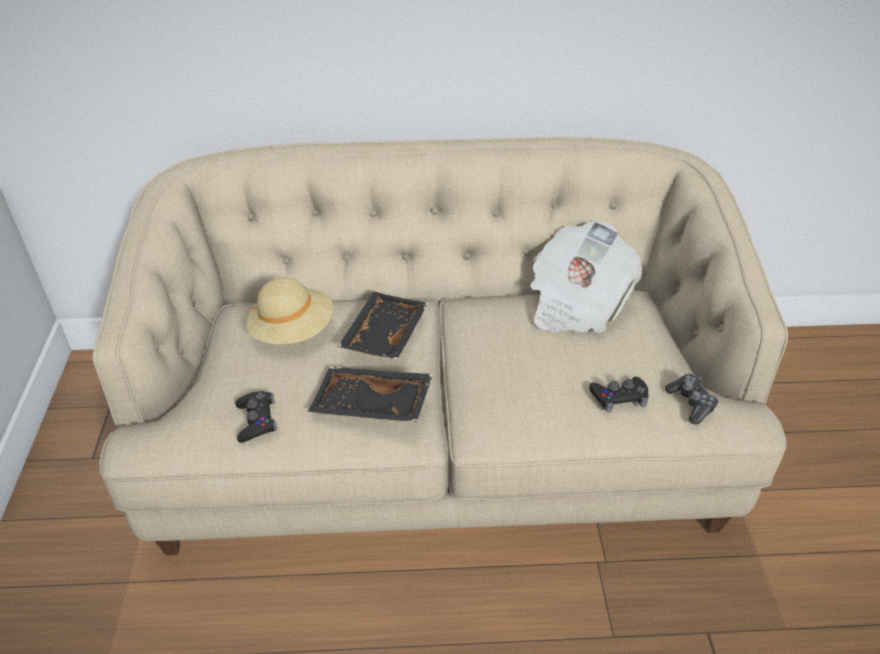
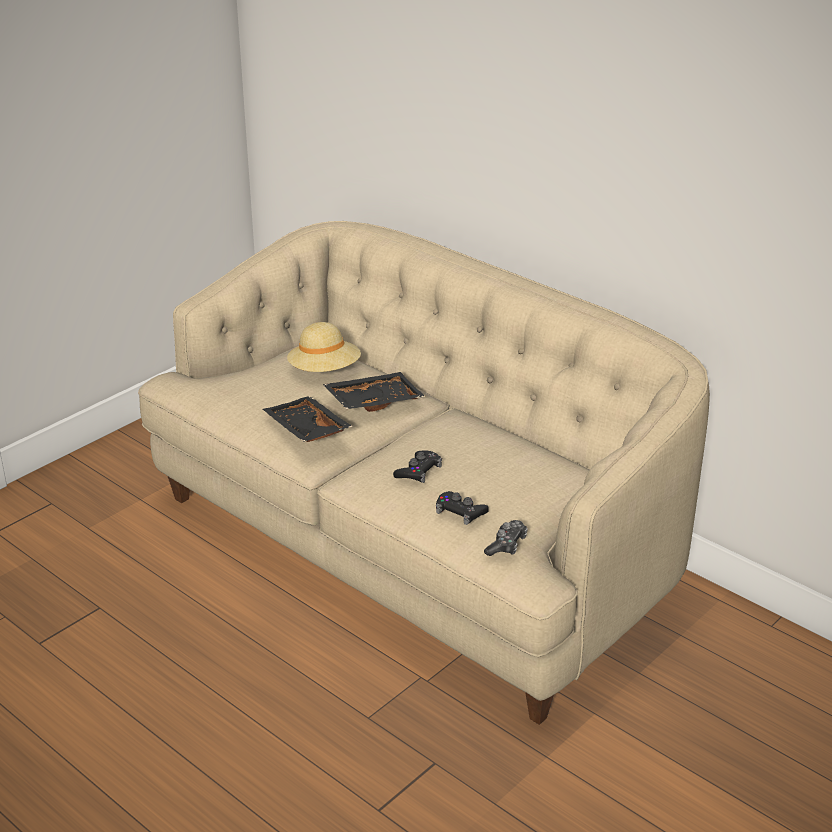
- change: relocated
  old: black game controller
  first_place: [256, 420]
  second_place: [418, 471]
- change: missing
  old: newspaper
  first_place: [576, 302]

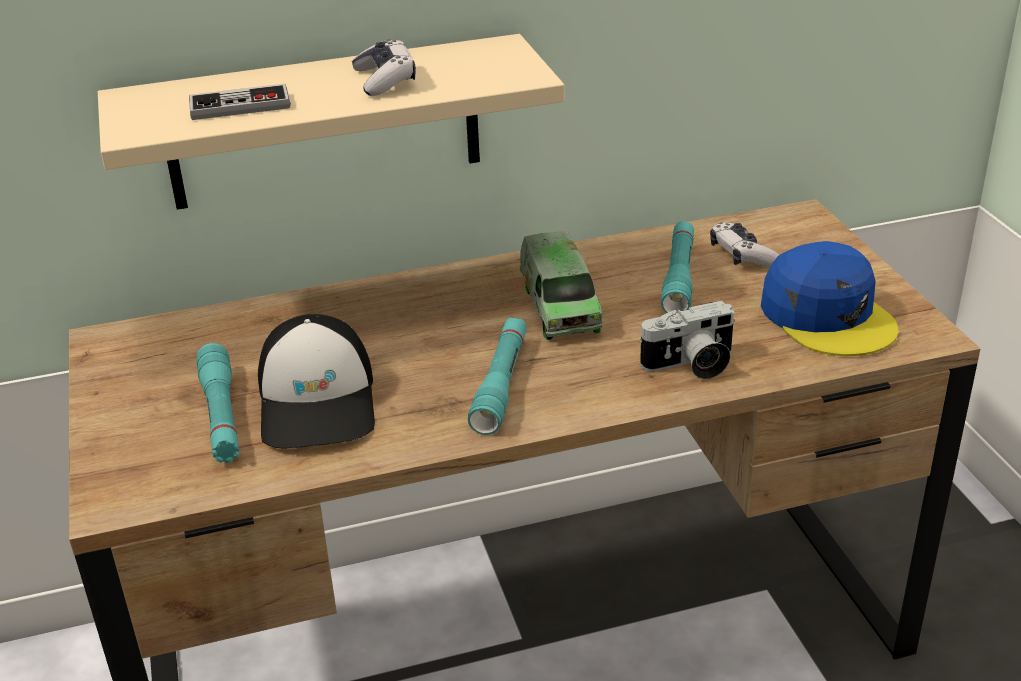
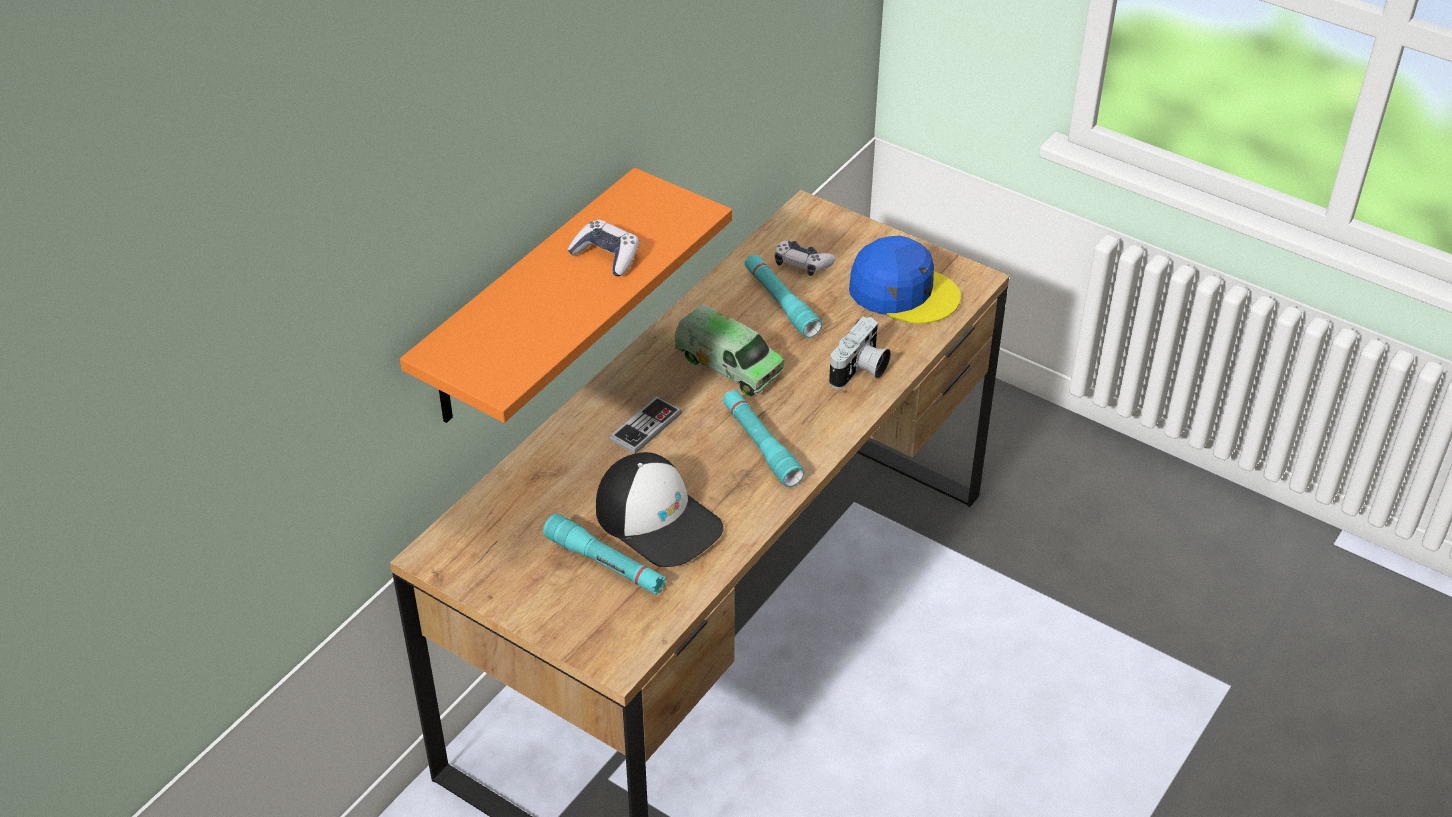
- change: colour
  old: beige shelf
  new: orange shelf
  first_place: [324, 123]
  second_place: [527, 301]
- change: relocated
  old: game controller
  first_place: [240, 106]
  second_place: [646, 427]

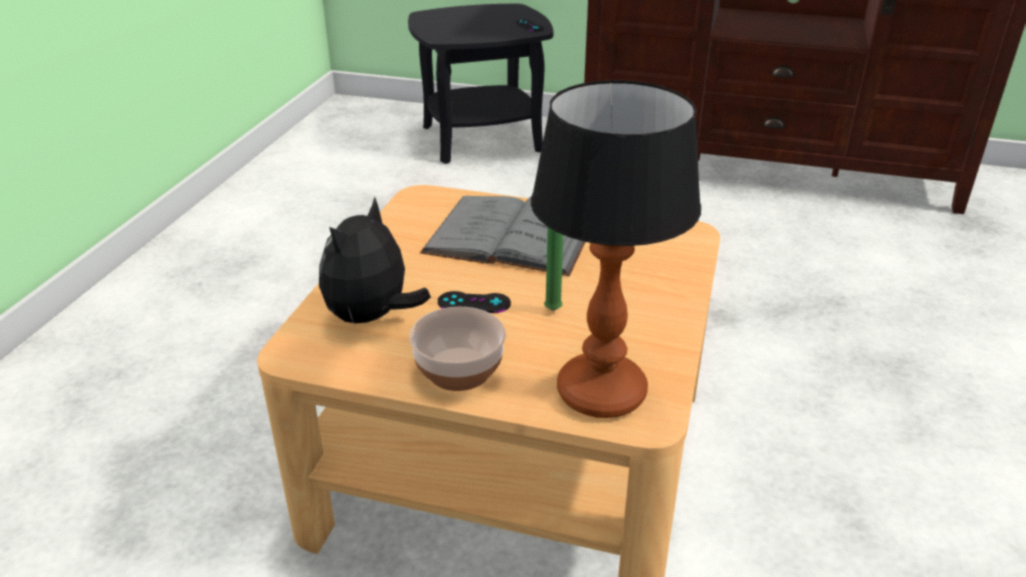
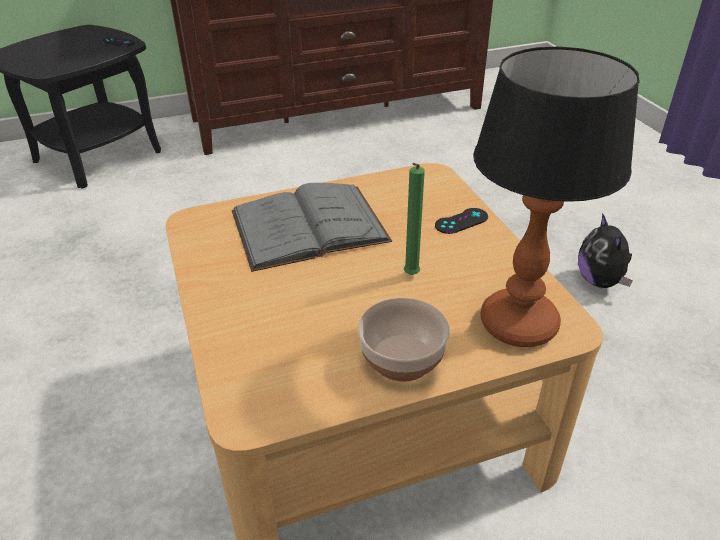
- change: relocated
  old: plush toy
  first_place: [372, 317]
  second_place: [600, 281]
- change: relocated
  old: black game controller
  first_place: [474, 303]
  second_place: [461, 221]

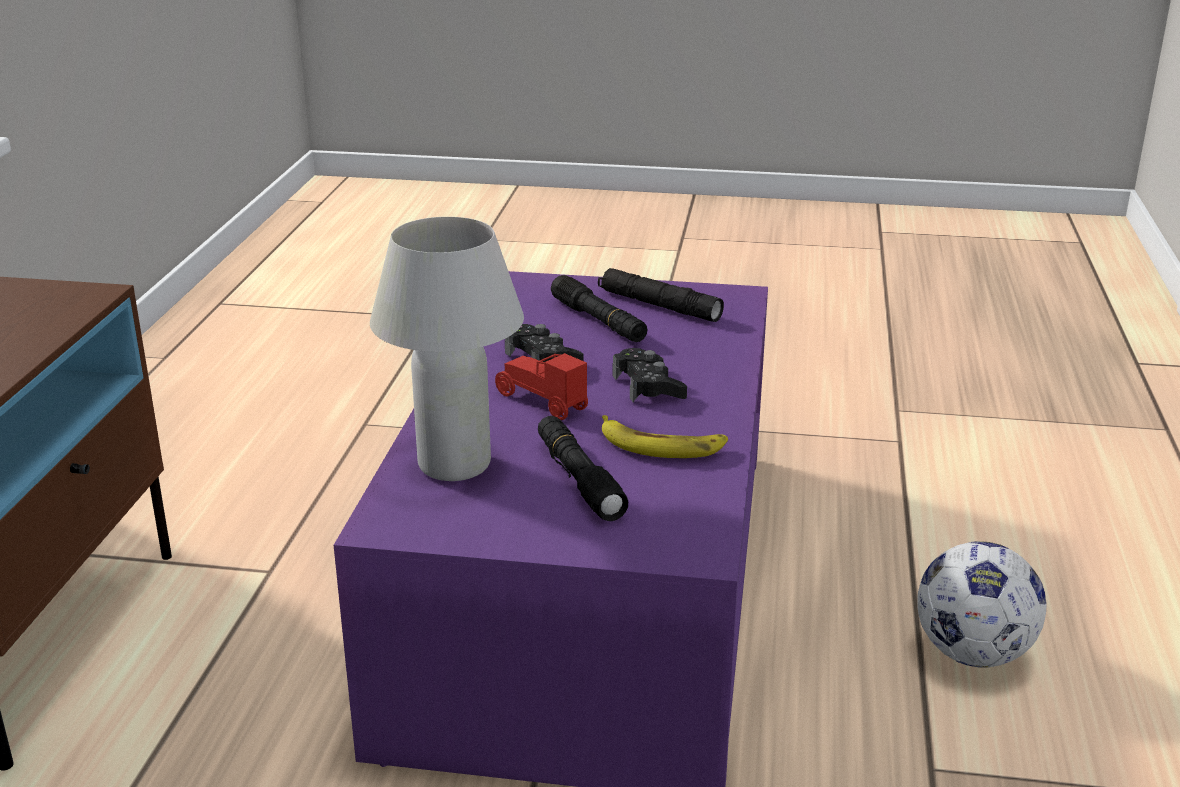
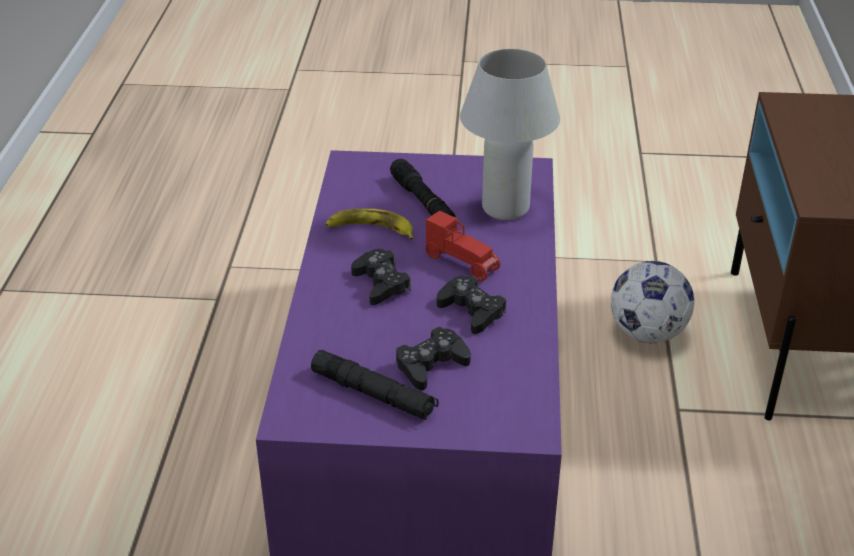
- change: exchanged
  old: black flashlight
  new: black game controller
  first_place: [598, 321]
  second_place: [431, 365]
- change: relocated
  old: football
  first_place: [972, 654]
  second_place: [647, 333]

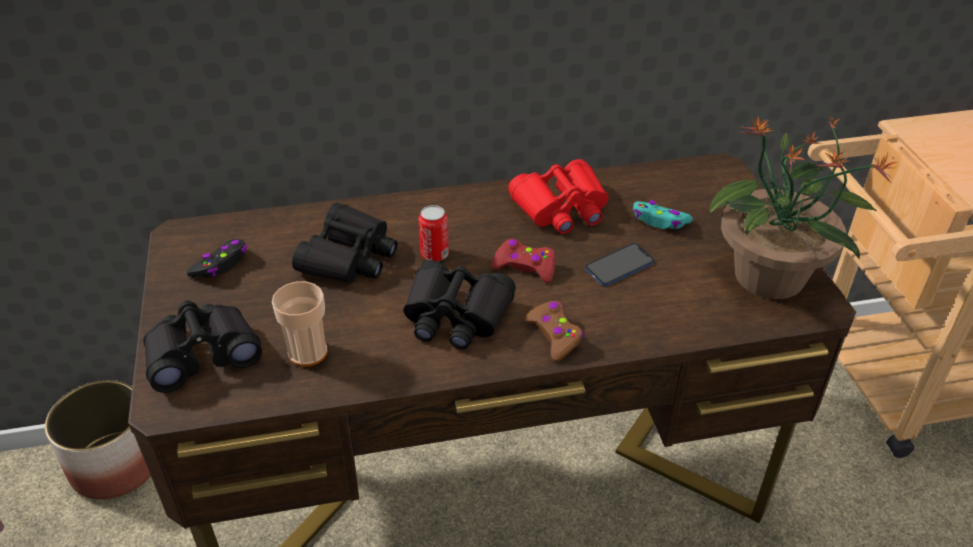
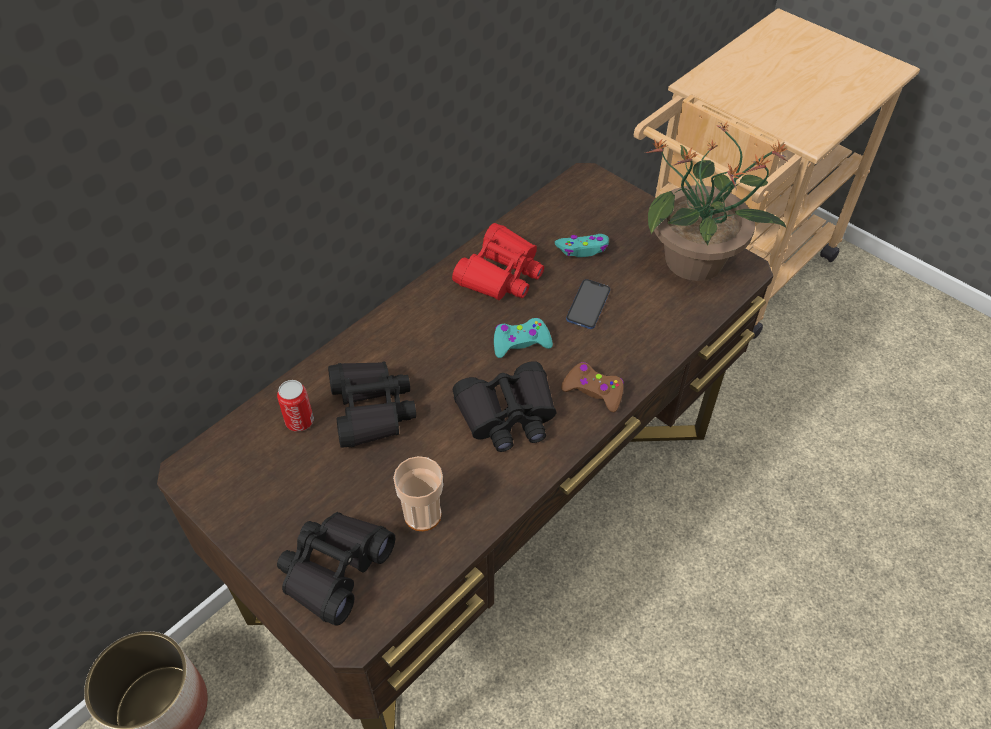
- change: missing
  old: black game controller
  first_place: [221, 265]
- change: relocated
  old: can
  first_place: [434, 254]
  second_place: [299, 421]
- change: colour
  old: red game controller
  new: turquoise game controller
  first_place: [525, 267]
  second_place: [520, 342]

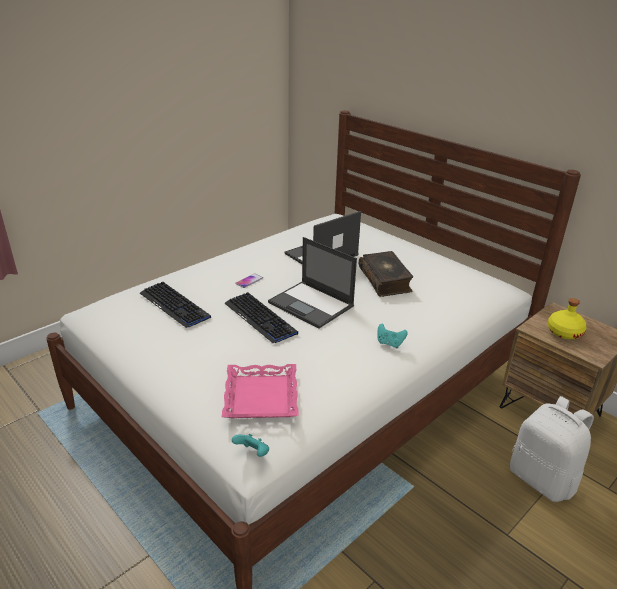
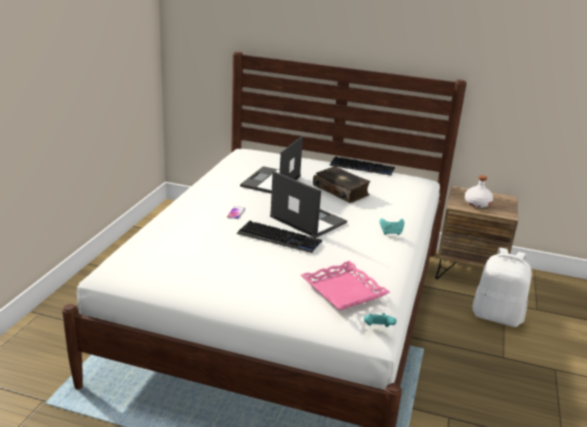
- change: relocated
  old: keyboard
  first_place: [174, 305]
  second_place: [362, 167]
- change: spun
  old: laptop
  first_place: [312, 304]
  second_place: [307, 219]
  degrees: -150
- change: colour
  old: yellow bottle
  new: white bottle
  first_place: [564, 332]
  second_place: [477, 203]

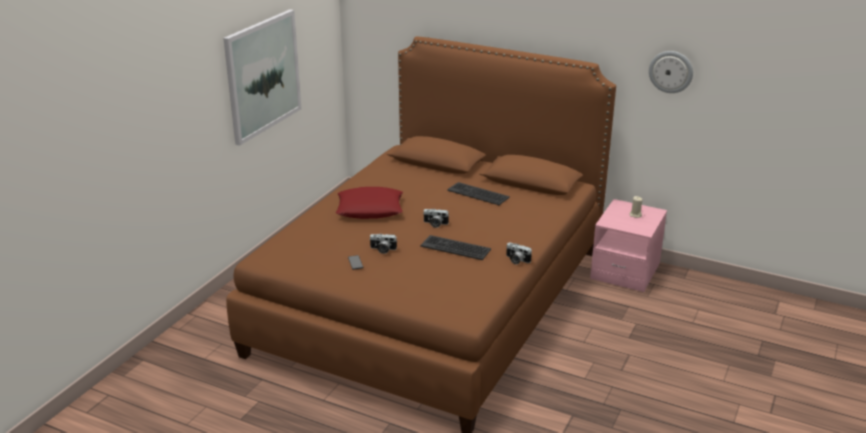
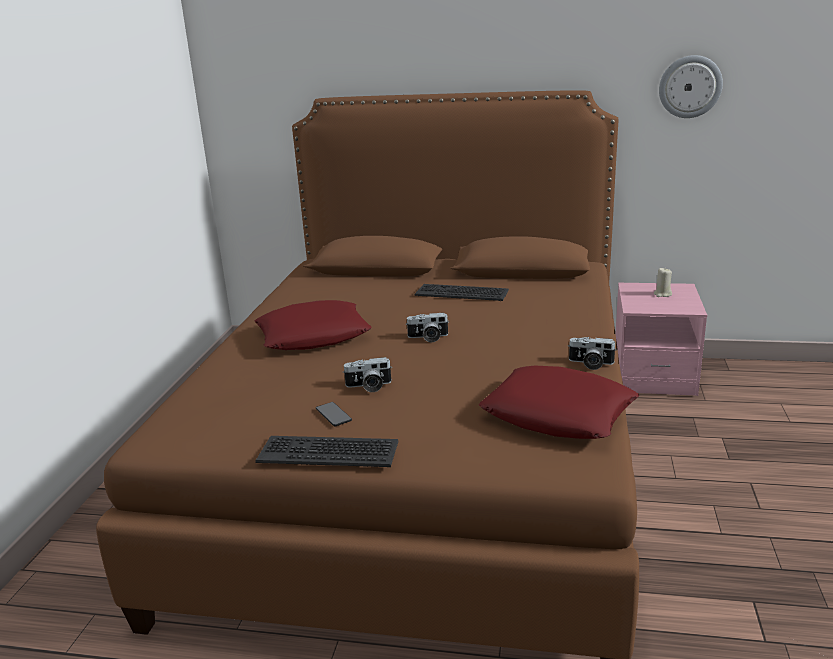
- change: missing
  old: picture
  first_place: [263, 75]
- change: relocated
  old: keyboard
  first_place: [455, 248]
  second_place: [328, 452]
- change: appeared
  new: red pillow
  second_place: [558, 414]

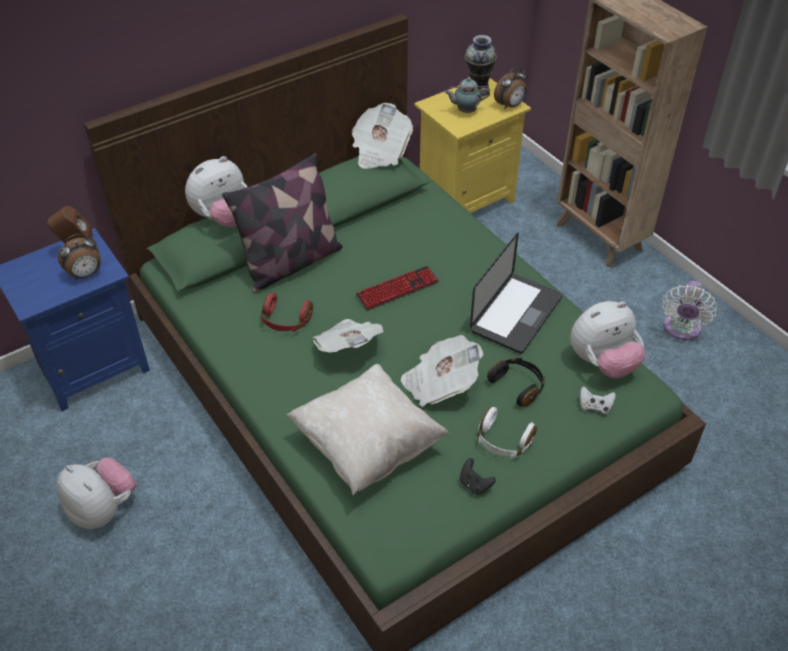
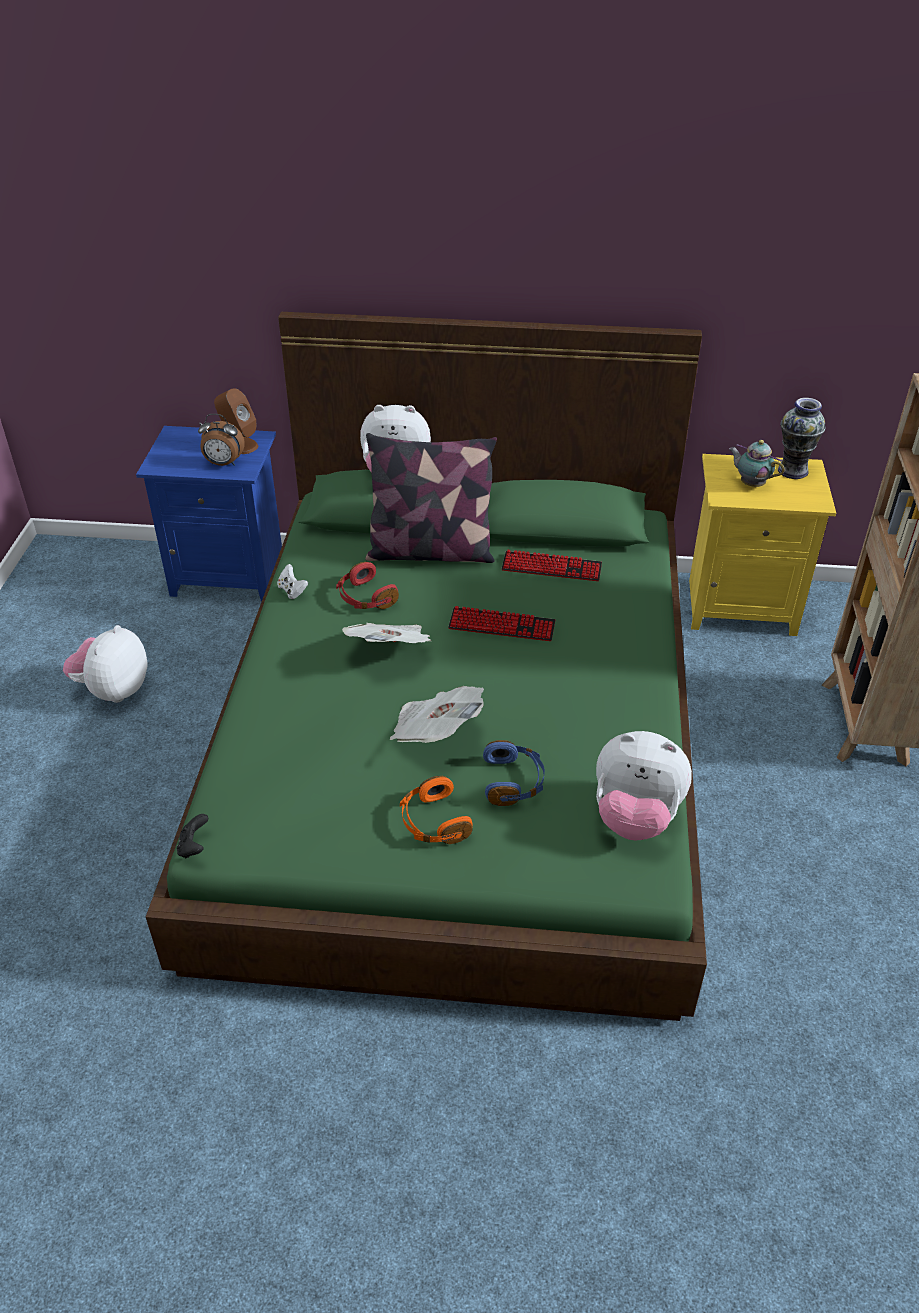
- change: spun
  old: plush toy
  first_place: [103, 509]
  second_place: [113, 690]
  degrees: -150
- change: missing
  old: beige pillow
  first_place: [367, 445]
- change: missing
  old: newspaper
  first_place: [380, 151]
- change: relocated
  old: black game controller
  first_place: [474, 484]
  second_place: [194, 847]
- change: missing
  old: laptop
  first_place: [516, 314]
- change: colour
  old: white headphones
  new: orange headphones
  first_place: [503, 441]
  second_place: [433, 822]
- change: colour
  old: black headphones
  new: blue headphones
  first_place: [518, 385]
  second_place: [513, 782]
- change: missing
  old: alarm clock
  first_place: [510, 105]
- change: relocated
  old: white game controller
  first_place: [595, 406]
  second_place: [292, 591]
- change: missing
  old: white fan
  first_place: [681, 329]
- change: appeared
  new: keyboard
  second_place: [551, 568]

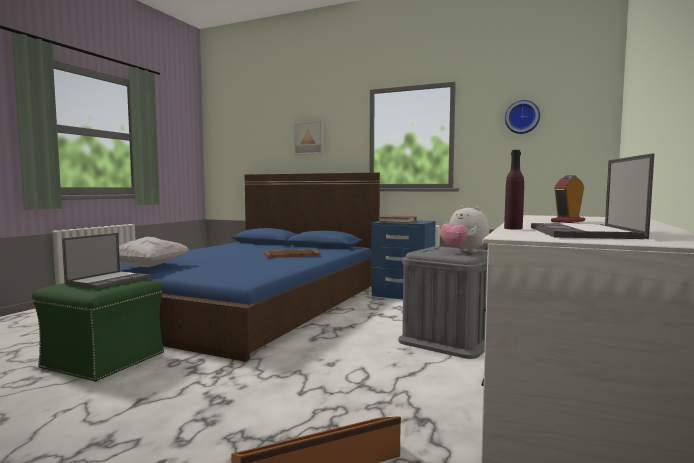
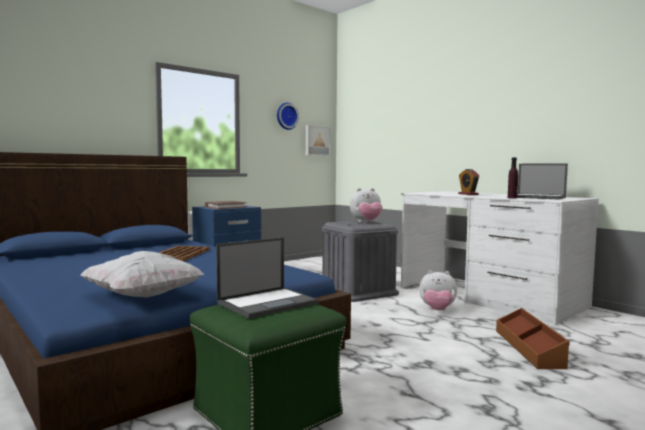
- change: spun
  old: laptop
  first_place: [109, 280]
  second_place: [268, 303]
  degrees: 90
- change: relocated
  old: picture
  first_place: [309, 138]
  second_place: [317, 141]
- change: appeared
  new: plush toy
  second_place: [437, 310]

